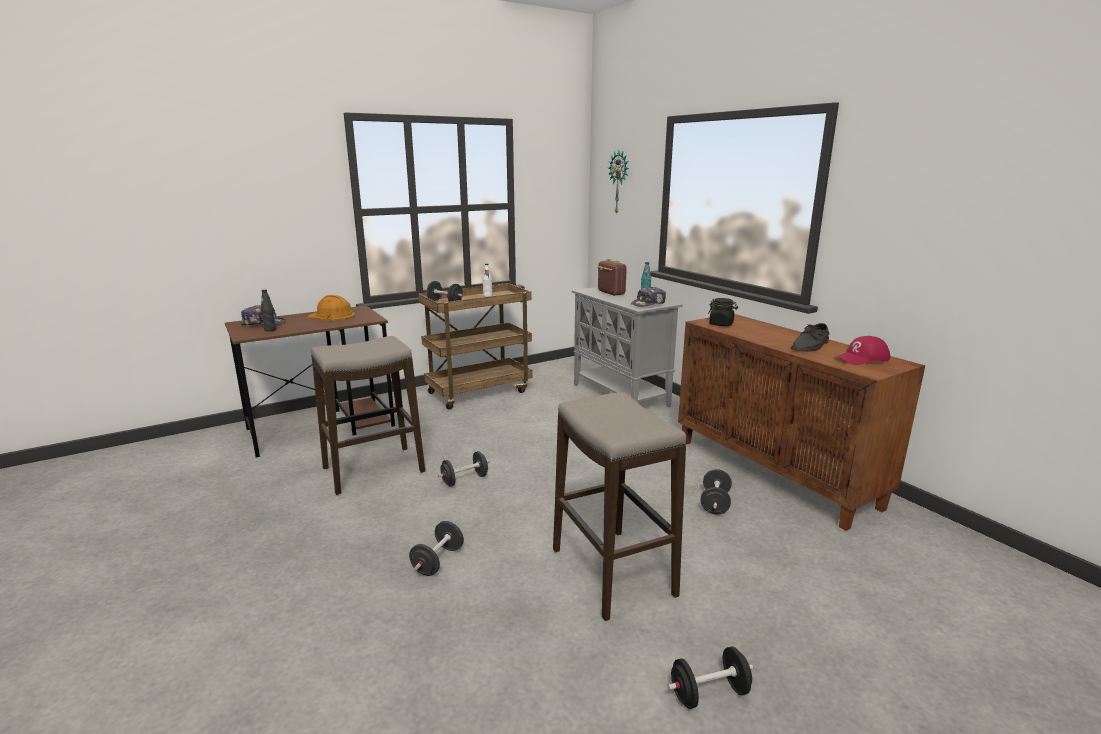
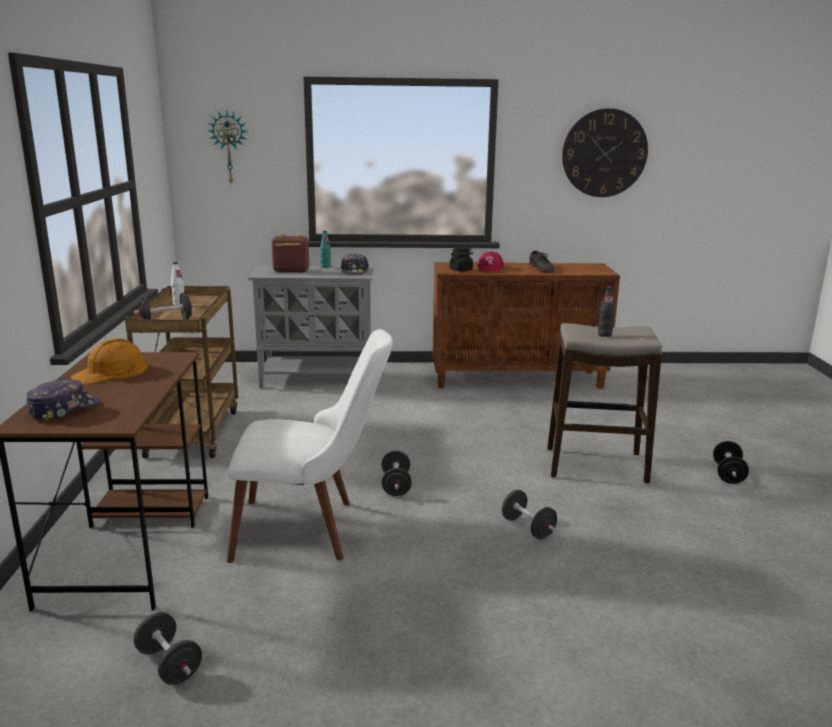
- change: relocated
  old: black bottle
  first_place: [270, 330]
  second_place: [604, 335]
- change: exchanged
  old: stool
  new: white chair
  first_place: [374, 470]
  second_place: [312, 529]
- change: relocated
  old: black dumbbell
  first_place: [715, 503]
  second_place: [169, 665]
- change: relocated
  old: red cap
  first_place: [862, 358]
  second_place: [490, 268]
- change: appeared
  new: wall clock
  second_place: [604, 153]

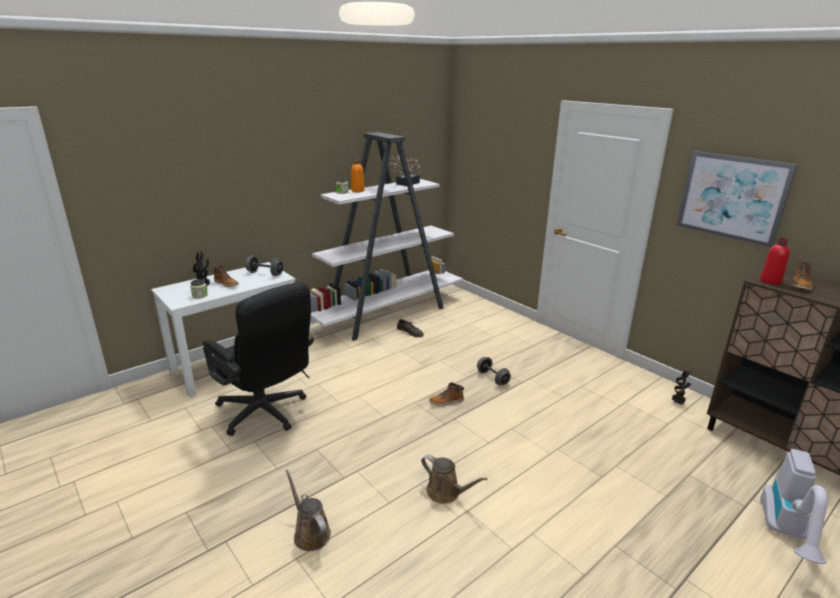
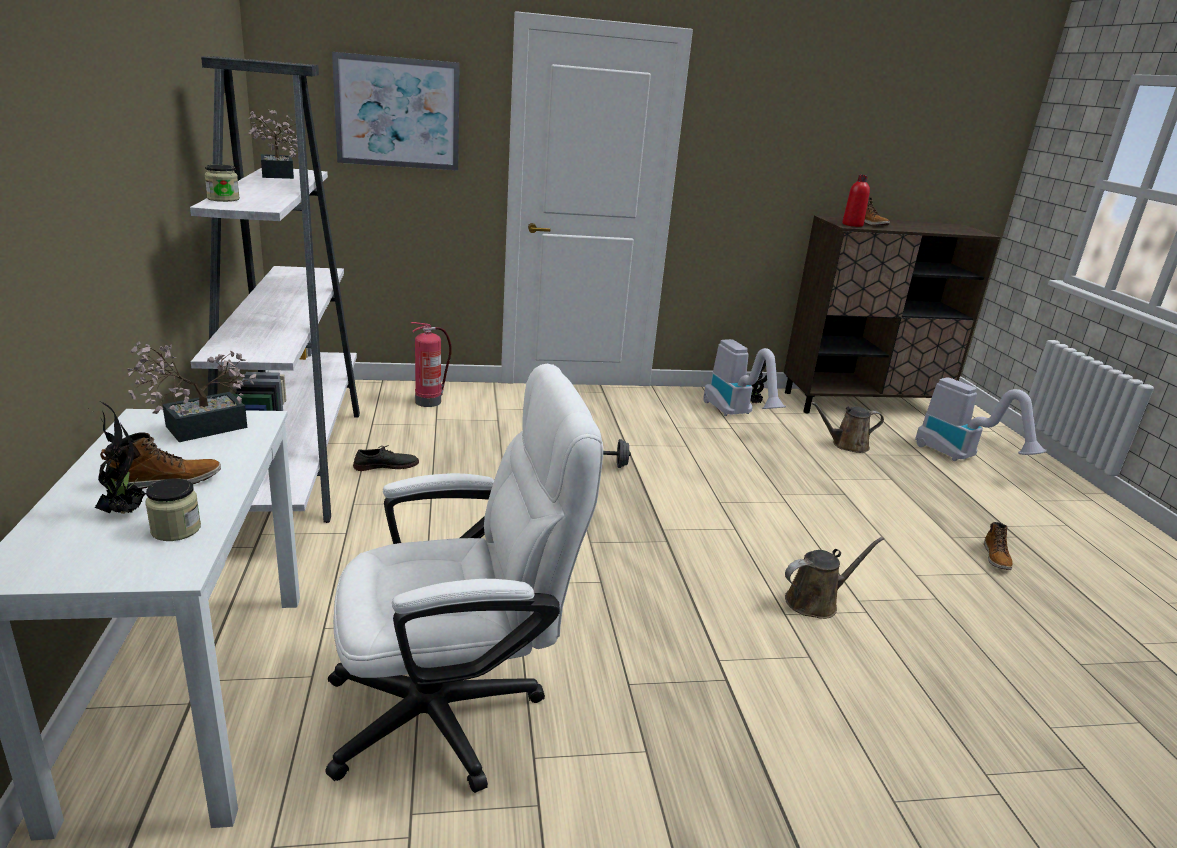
- change: colour
  old: black office chair
  new: white office chair
  first_place: [266, 414]
  second_place: [455, 711]
- change: exchanged
  old: grey dumbbell
  new: potted plant
  first_place: [265, 273]
  second_place: [196, 428]
- change: relocated
  old: brown watering can
  first_place: [310, 533]
  second_place: [846, 445]
- change: missing
  old: orange bottle
  first_place: [357, 191]
- change: relocated
  old: boot
  first_place: [446, 401]
  second_place: [996, 557]
- change: relocated
  old: picture
  first_place: [732, 197]
  second_place: [397, 113]
- change: appeared
  new: fire extinguisher
  second_place: [429, 401]
- change: appeared
  new: vacuum cleaner
  second_place: [737, 415]

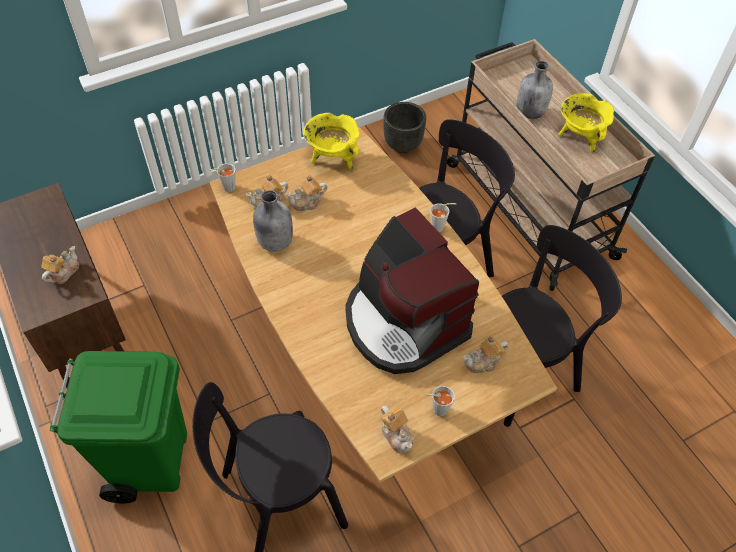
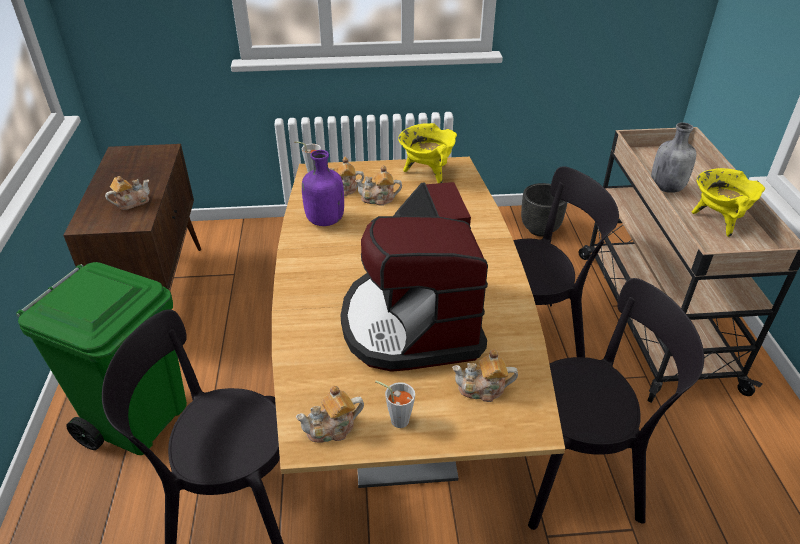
- change: colour
  old: grey bottle
  new: purple bottle
  first_place: [274, 242]
  second_place: [324, 220]
- change: spun
  old: teapot
  first_place: [397, 435]
  second_place: [332, 428]
  degrees: 75
- change: missing
  old: grey cup
  first_place: [440, 228]

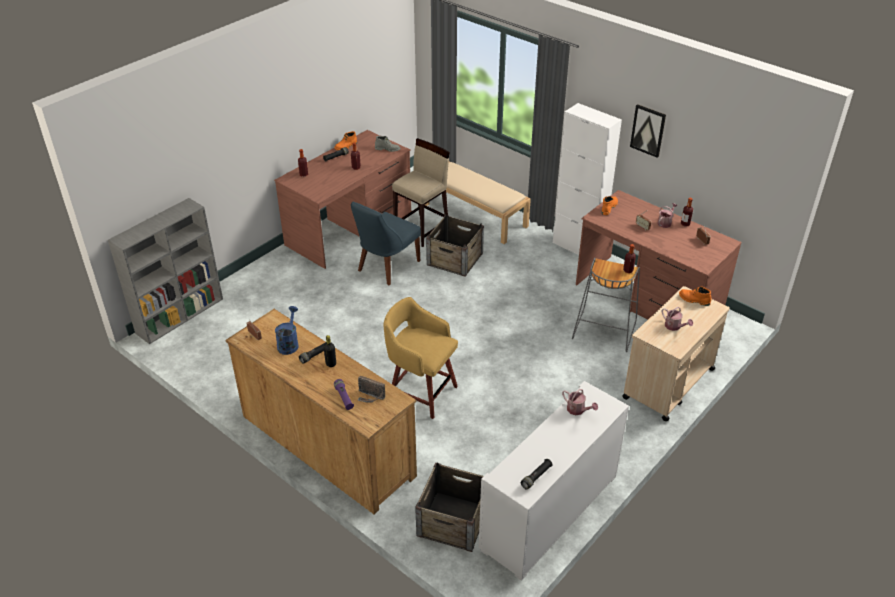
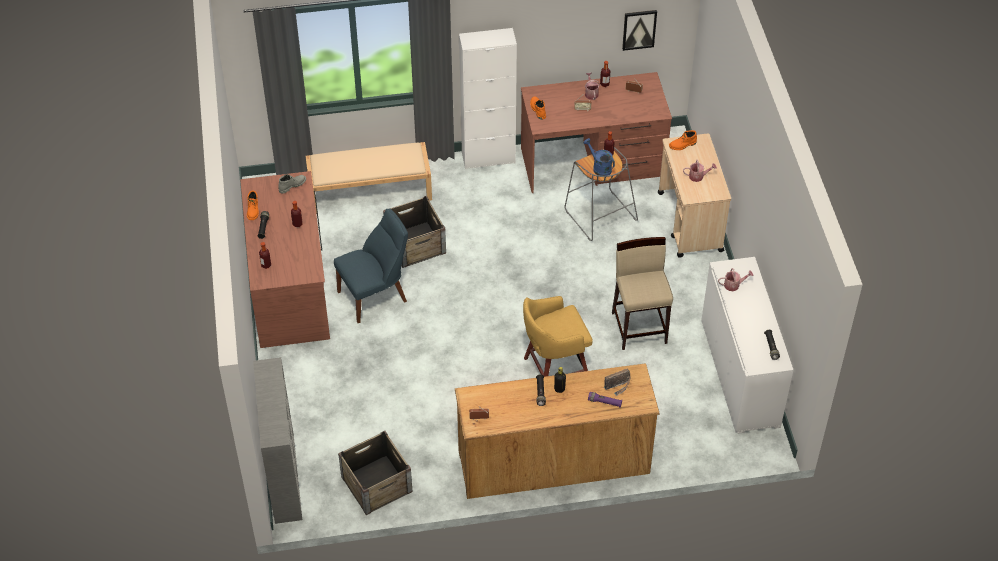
- change: relocated
  old: blue watering can
  first_place: [289, 343]
  second_place: [599, 167]
- change: spun
  old: blue chair
  first_place: [386, 267]
  second_place: [375, 295]
  degrees: -105
- change: relocated
  old: beige stool
  first_place: [422, 230]
  second_place: [639, 327]
- change: relocated
  old: crate
  first_place: [452, 521]
  second_place: [376, 484]
- change: relocated
  old: picture
  first_place: [648, 130]
  second_place: [639, 29]

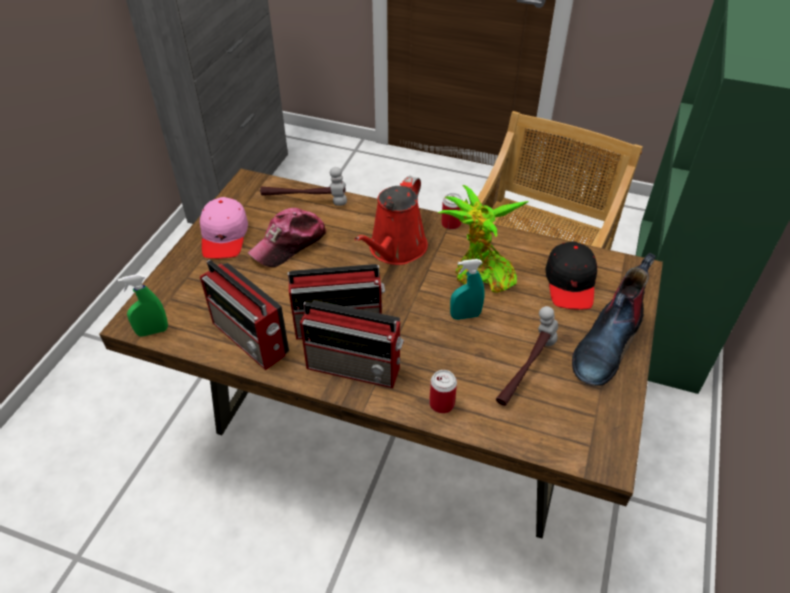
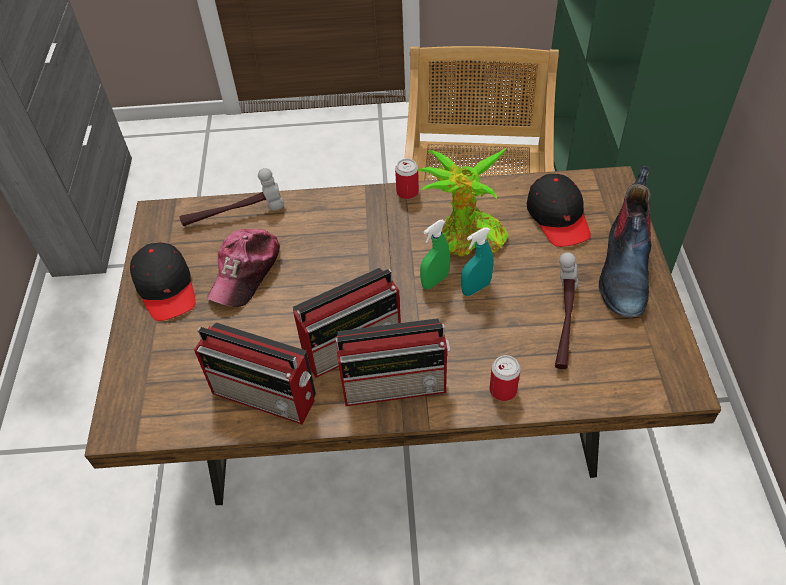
- change: relocated
  old: green spray bottle
  first_place: [152, 331]
  second_place: [435, 281]
- change: colour
  old: pink cap
  new: black cap
  first_place: [224, 236]
  second_place: [166, 288]
- change: missing
  old: red watering can
  first_place: [395, 249]

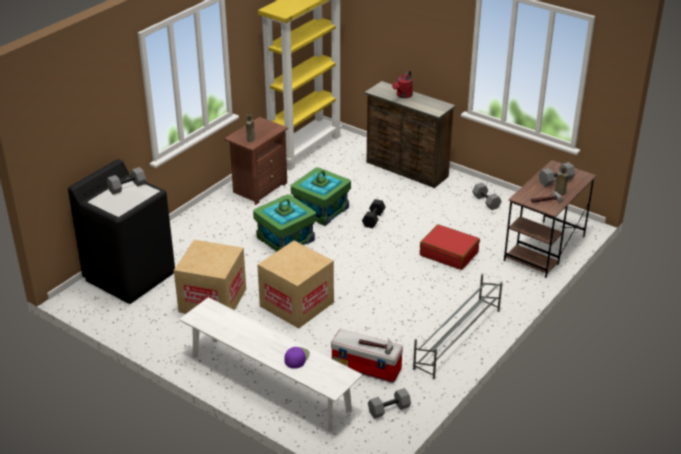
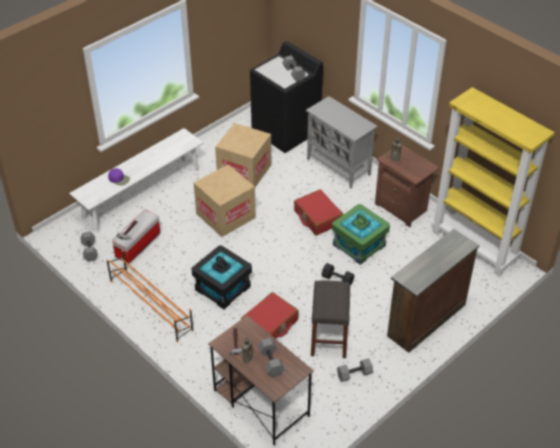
- change: exchanged
  old: green storage box
  new: red suitcase
  first_place: [285, 239]
  second_place: [317, 217]
- change: missing
  old: red watering can
  first_place: [403, 96]
- change: colour
  old: grey shoe rack
  new: orange shoe rack
  first_place: [457, 339]
  second_place: [150, 305]
- change: appeared
  new: black storage box
  second_place: [222, 288]
- change: appeared
  new: grey cabinet
  second_place: [339, 167]
- change: appeared
  new: grey stool
  second_place: [329, 339]

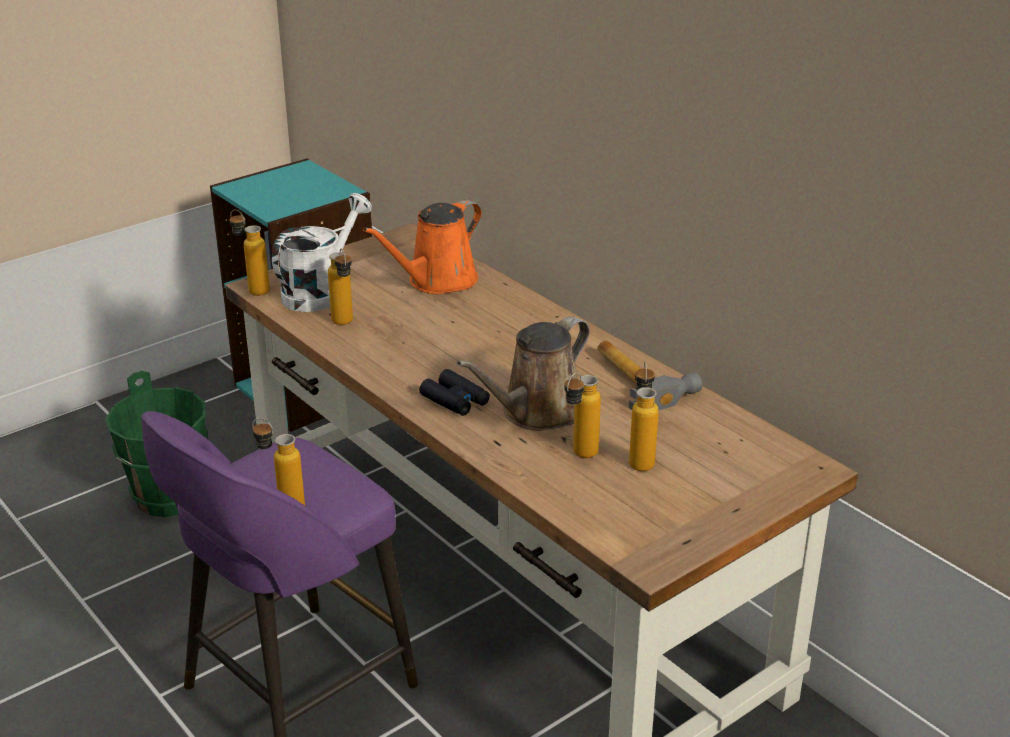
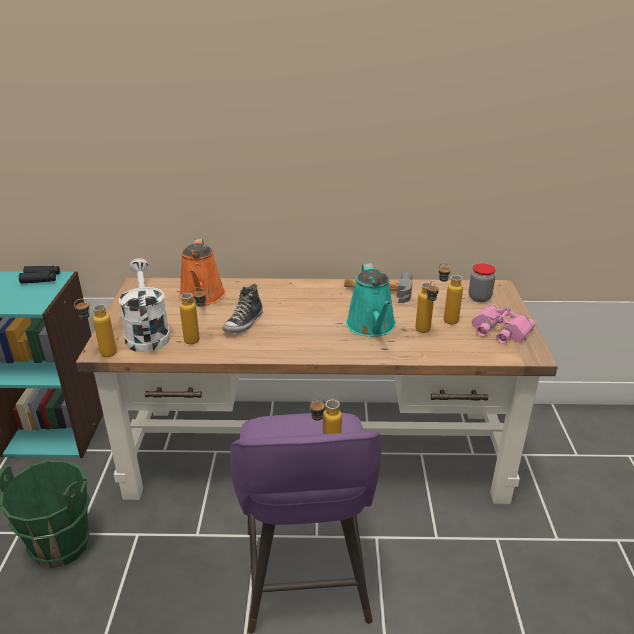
- change: relocated
  old: black binoculars
  first_place: [455, 400]
  second_place: [41, 278]
- change: colour
  old: brown watering can
  new: turquoise watering can
  first_place: [537, 413]
  second_place: [372, 326]
- change: appeared
  new: shoe
  second_place: [244, 323]
- change: appeared
  new: jar
  second_place: [479, 298]
- change: appeared
  new: pink binoculars
  second_place: [499, 330]

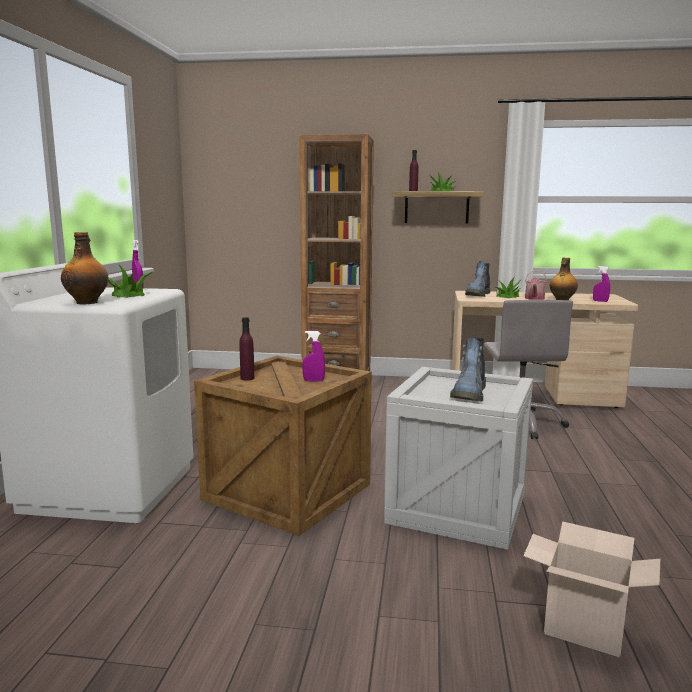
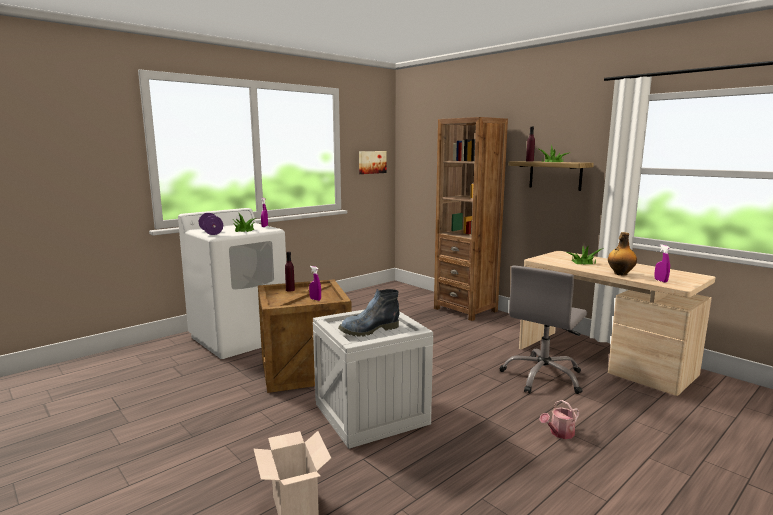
- change: exchanged
  old: bottle
  new: purple dumbbell
  first_place: [87, 302]
  second_place: [211, 233]
- change: missing
  old: boot
  first_place: [478, 295]
- change: relocated
  old: watering can
  first_place: [534, 299]
  second_place: [559, 433]
- change: appeared
  new: picture
  second_place: [372, 162]

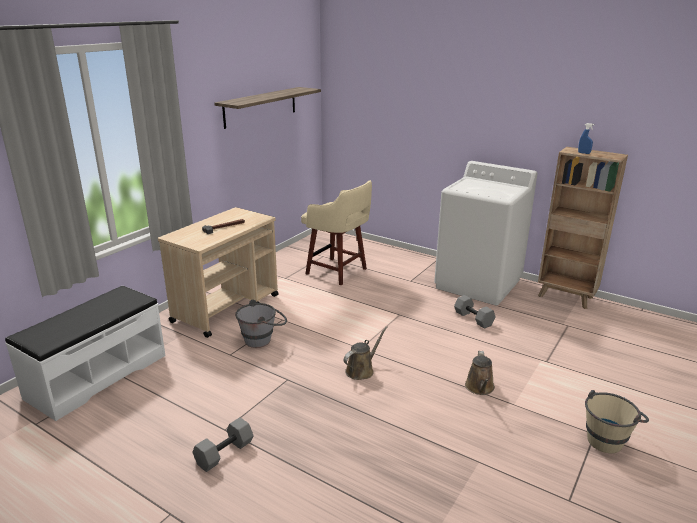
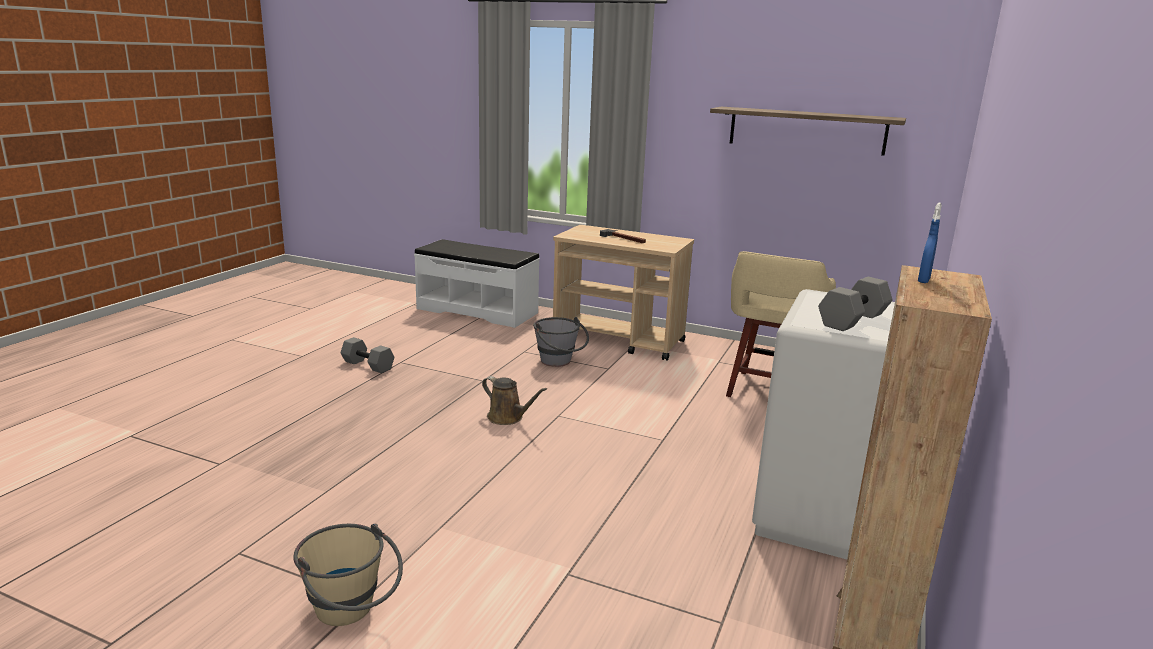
- change: relocated
  old: grey dumbbell
  first_place: [474, 319]
  second_place: [854, 320]
- change: missing
  old: brown watering can
  first_place: [480, 388]

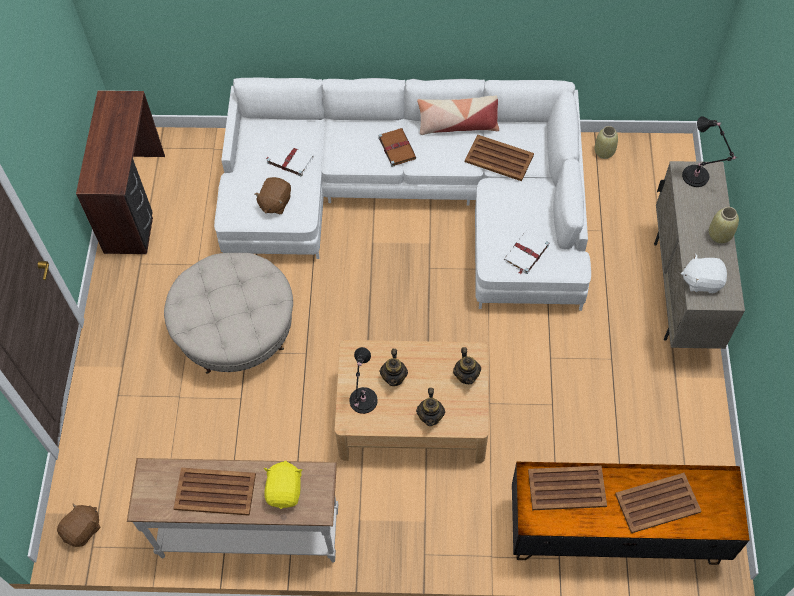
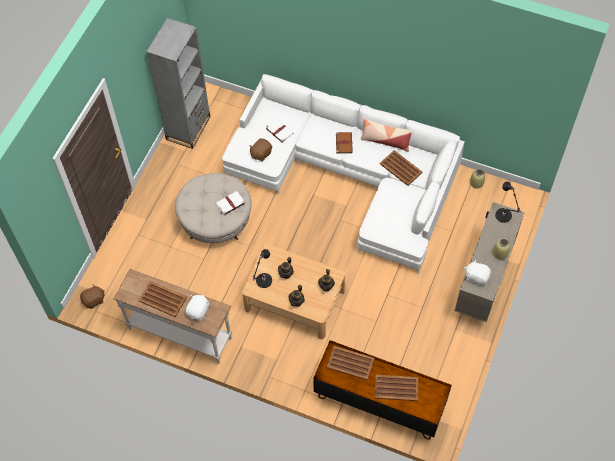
- change: exchanged
  old: brown desk
  new: grey bookcase
  first_place: [136, 203]
  second_place: [188, 128]
- change: colour
  old: yellow plush toy
  new: white plush toy
  first_place: [285, 490]
  second_place: [198, 311]
- change: relocated
  old: white book
  first_place: [526, 253]
  second_place: [230, 204]

